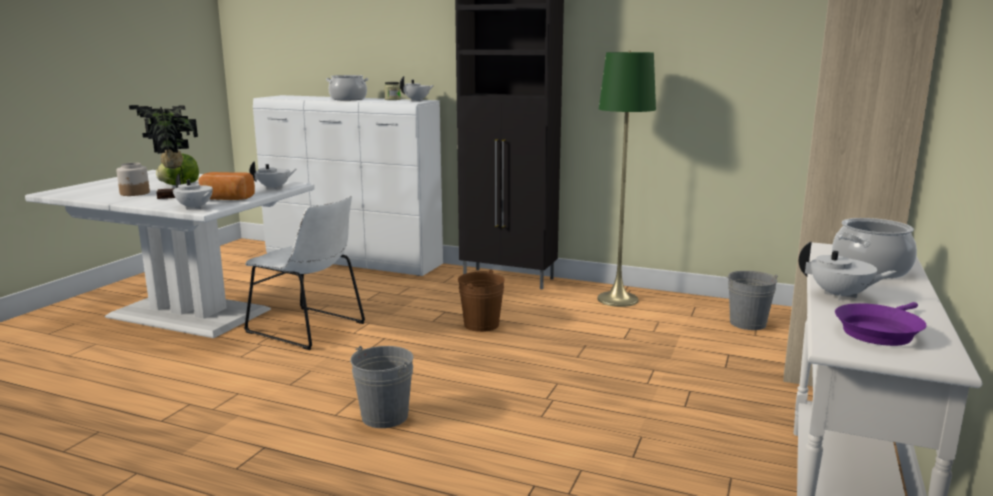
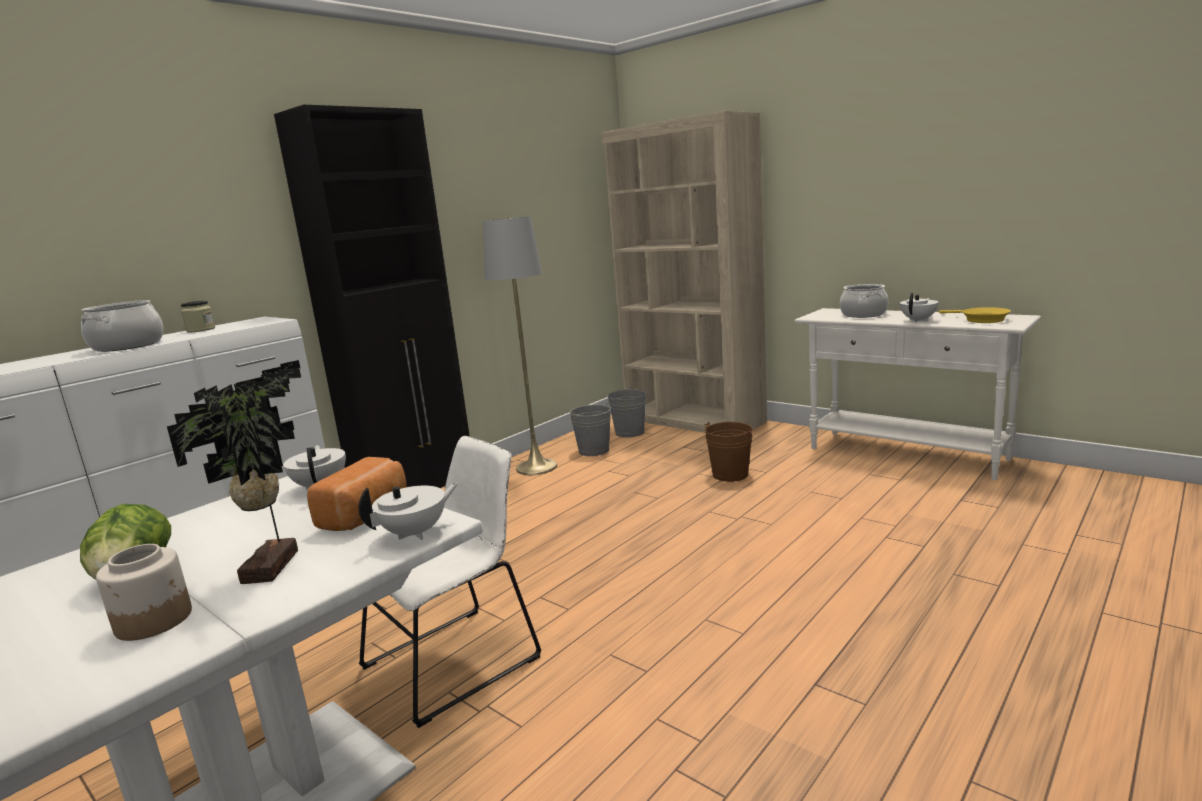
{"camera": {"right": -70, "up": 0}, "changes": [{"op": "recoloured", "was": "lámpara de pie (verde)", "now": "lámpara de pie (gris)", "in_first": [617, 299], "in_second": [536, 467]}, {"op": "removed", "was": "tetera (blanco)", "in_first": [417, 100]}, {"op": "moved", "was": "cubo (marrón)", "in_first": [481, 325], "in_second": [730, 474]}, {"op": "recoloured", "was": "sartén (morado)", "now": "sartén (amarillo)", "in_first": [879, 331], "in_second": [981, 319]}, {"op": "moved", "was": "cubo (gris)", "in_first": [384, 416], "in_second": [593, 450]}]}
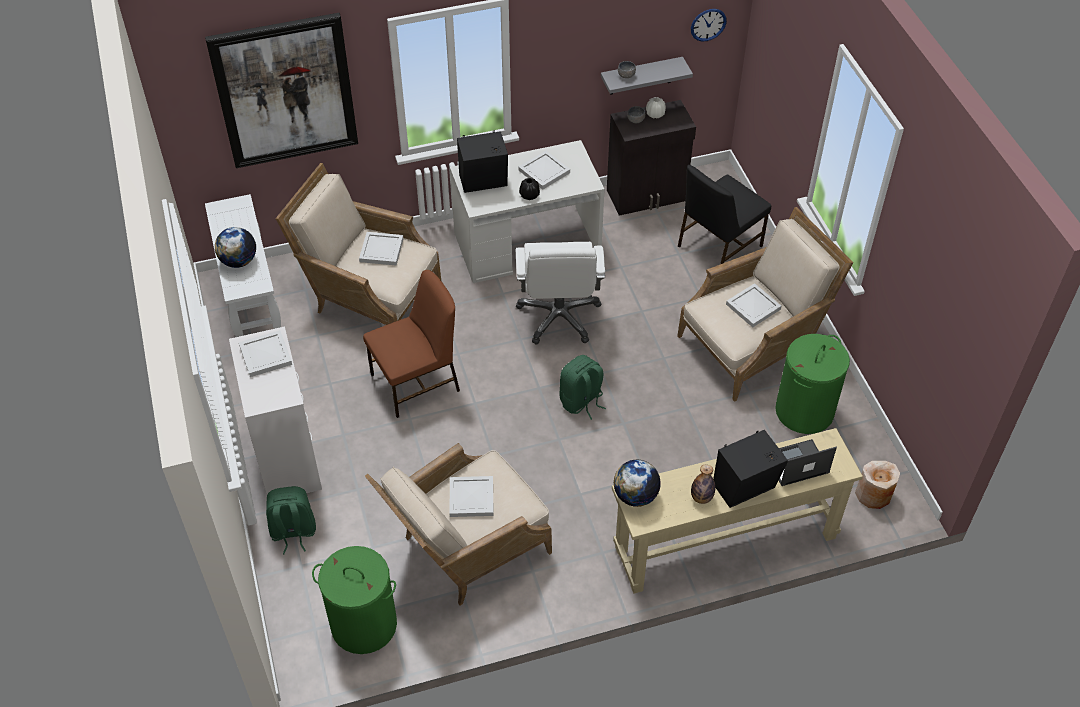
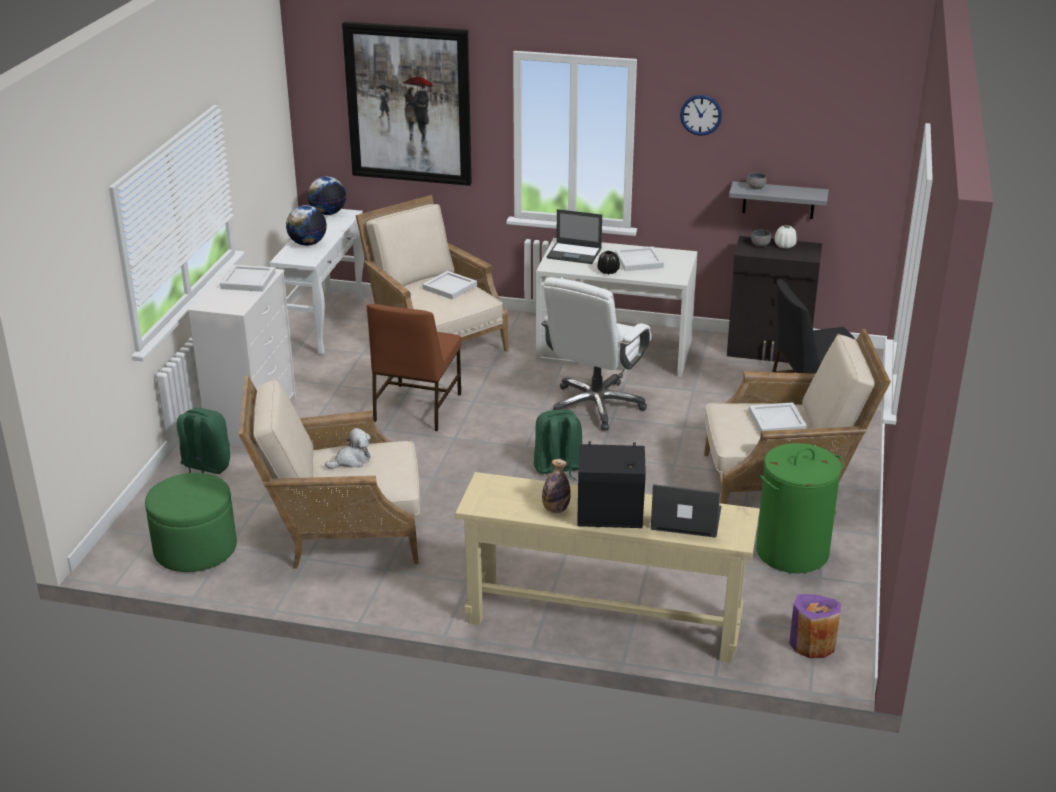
{"camera": {"right": 30, "up": -20}, "changes": [{"op": "moved", "was": "reloj de pared", "in_first": [708, 24], "in_second": [701, 115]}, {"op": "replaced", "was": "altavoz (negro)", "now": "portátil", "in_first": [484, 182], "in_second": [575, 253]}, {"op": "turned", "was": "silla (marrón)", "in_first": [417, 382], "in_second": [416, 408], "clockwise": 105}, {"op": "moved", "was": "globo terráqueo", "in_first": [635, 495], "in_second": [328, 213]}, {"op": "recoloured", "was": "florero (beis)", "now": "florero (morado)", "in_first": [873, 494], "in_second": [812, 644]}, {"op": "replaced", "was": "bandeja (blanco)", "now": "peluche", "in_first": [470, 498], "in_second": [351, 461]}, {"op": "replaced", "was": "cesto de la ropa (verde)", "now": "puf (verde)", "in_first": [363, 625], "in_second": [195, 549]}]}
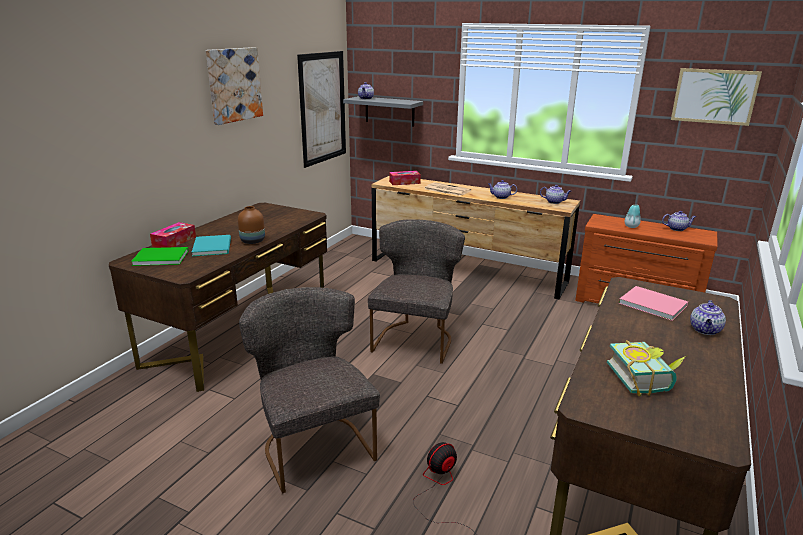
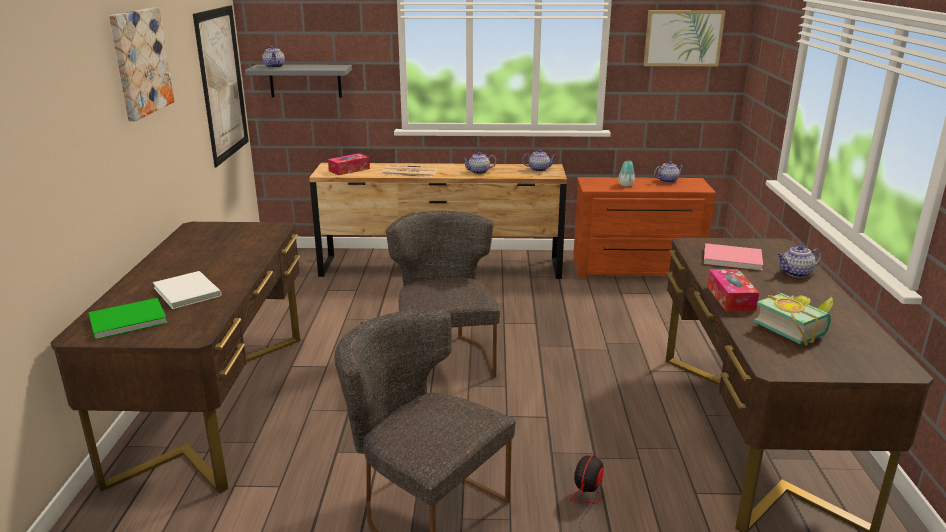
{"camera": {"right": -25, "up": 0}, "changes": [{"op": "removed", "was": "florero (marrón)", "in_first": [252, 241]}, {"op": "moved", "was": "caja de pañuelos", "in_first": [174, 241], "in_second": [730, 298]}, {"op": "recoloured", "was": "libro (turquesa)", "now": "libro (blanco)", "in_first": [213, 246], "in_second": [188, 290]}, {"op": "turned", "was": "tetera", "in_first": [705, 330], "in_second": [795, 273], "clockwise": 75}]}
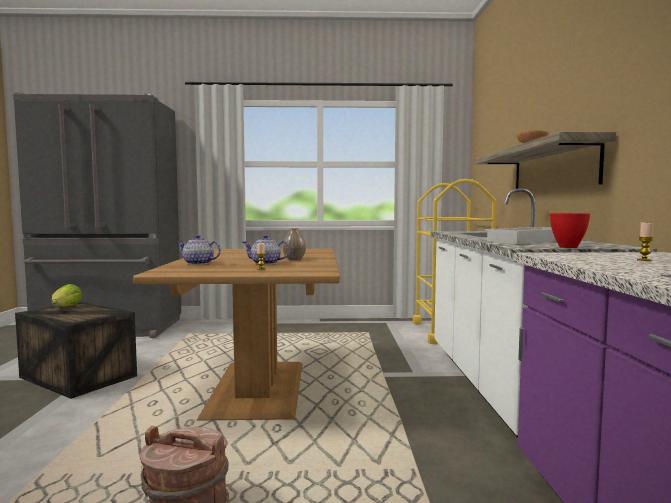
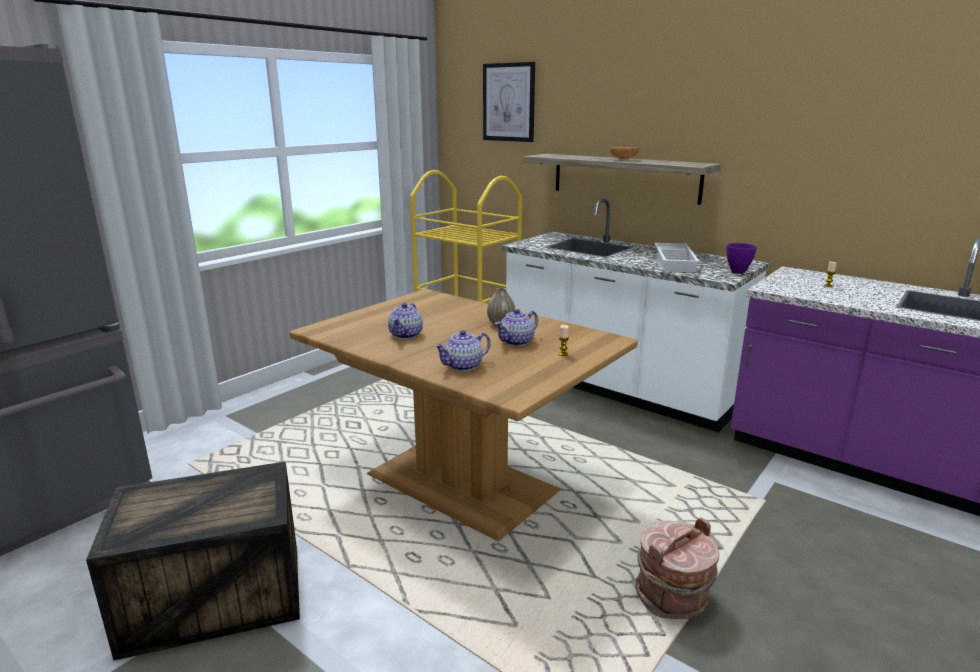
{"camera": {"right": -50, "up": 15}, "changes": [{"op": "recoloured", "was": "cuenco (rojo)", "now": "cuenco (morado)", "in_first": [567, 247], "in_second": [737, 272]}, {"op": "removed", "was": "lechuga", "in_first": [66, 308]}, {"op": "added", "now": "cuadro", "in_second": [509, 102]}, {"op": "added", "now": "tetera", "in_second": [406, 335]}]}
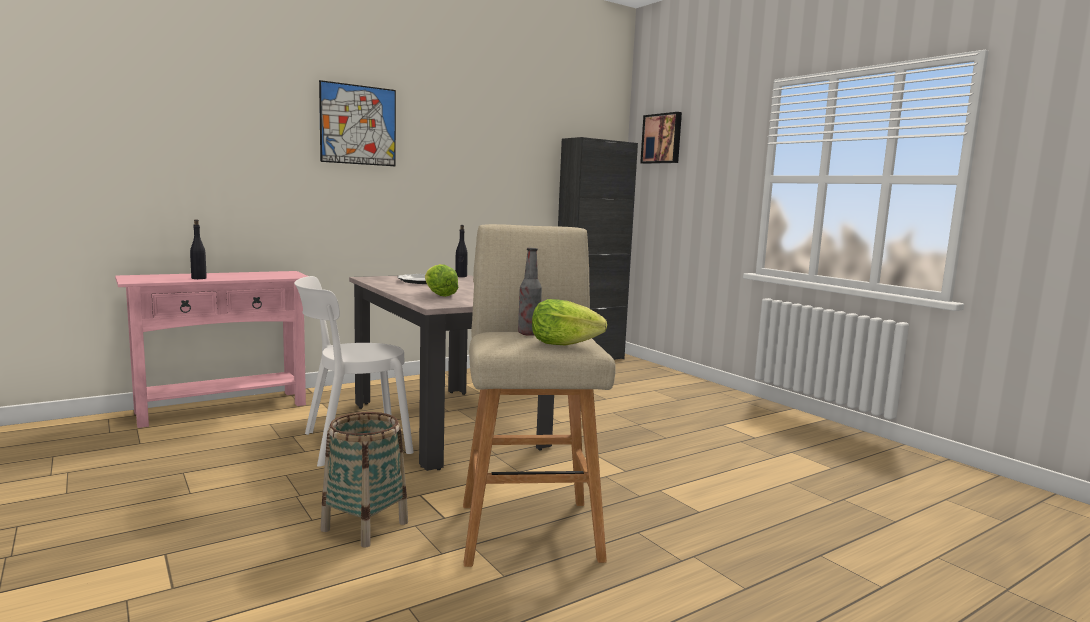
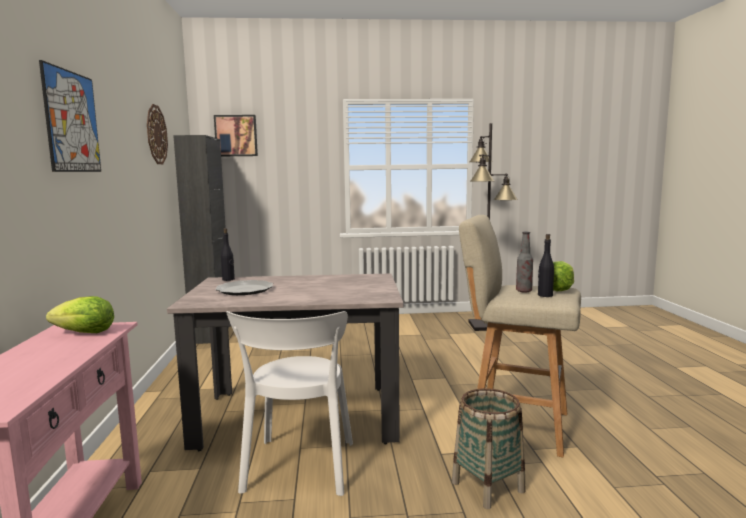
{"camera": {"right": -60, "up": 0}, "changes": [{"op": "moved", "was": "botella (negro)", "in_first": [199, 278], "in_second": [544, 295]}, {"op": "moved", "was": "lechuga", "in_first": [439, 295], "in_second": [85, 333]}, {"op": "added", "now": "reloj de pared", "in_second": [156, 134]}, {"op": "added", "now": "lámpara de pie (negro)", "in_second": [486, 326]}]}
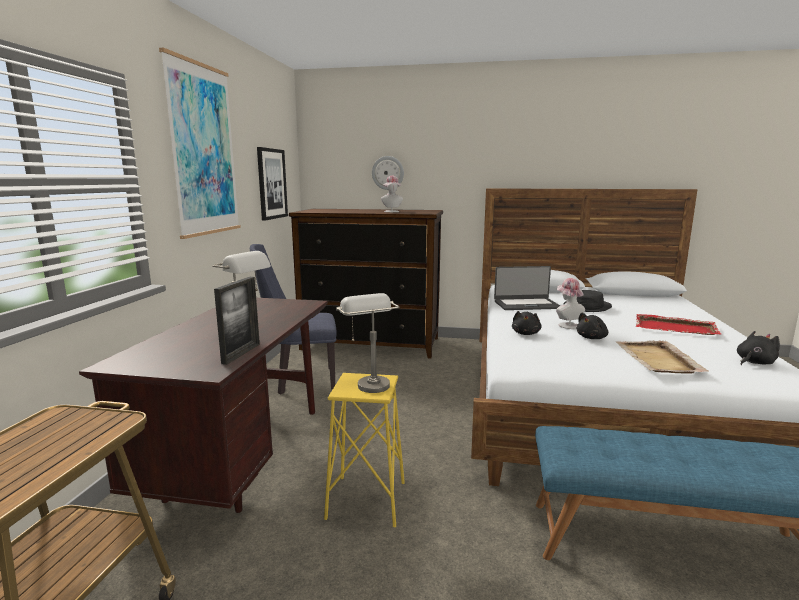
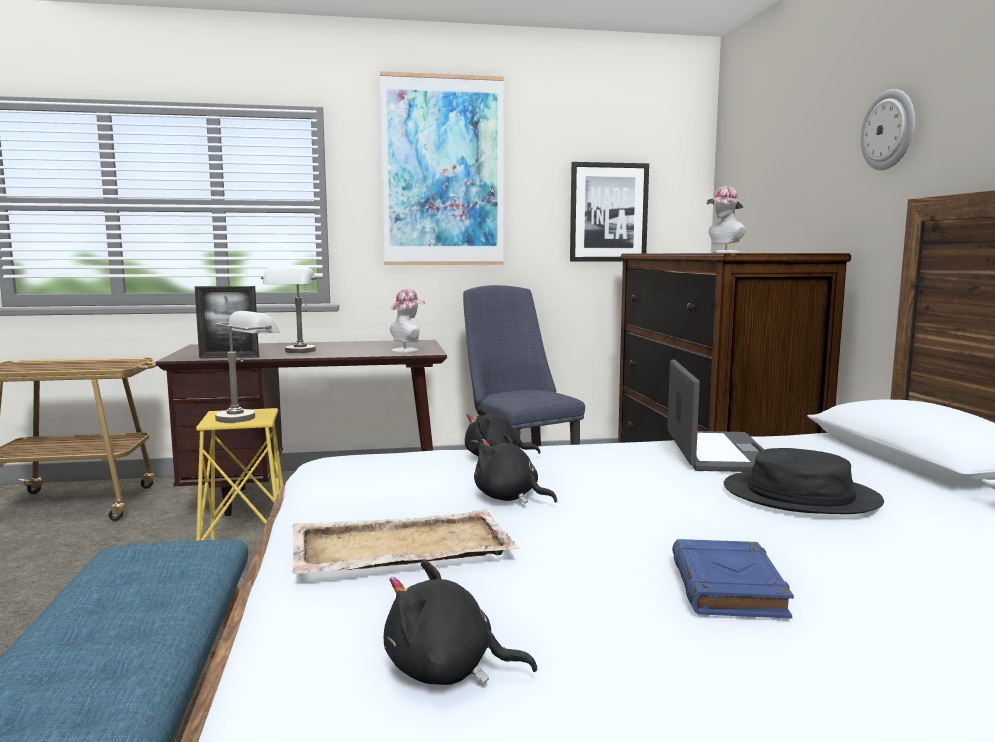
{"camera": {"right": 70, "up": -5}, "changes": [{"op": "moved", "was": "reloj de pared", "in_first": [388, 173], "in_second": [889, 130]}, {"op": "turned", "was": "portátil", "in_first": [526, 304], "in_second": [717, 452], "clockwise": -150}, {"op": "moved", "was": "sombrero", "in_first": [567, 325], "in_second": [407, 350]}, {"op": "replaced", "was": "bandeja (rojo)", "now": "libro (azul)", "in_first": [676, 328], "in_second": [728, 587]}, {"op": "turned", "was": "peluche (negro)", "in_first": [754, 362], "in_second": [447, 671], "clockwise": 150}]}
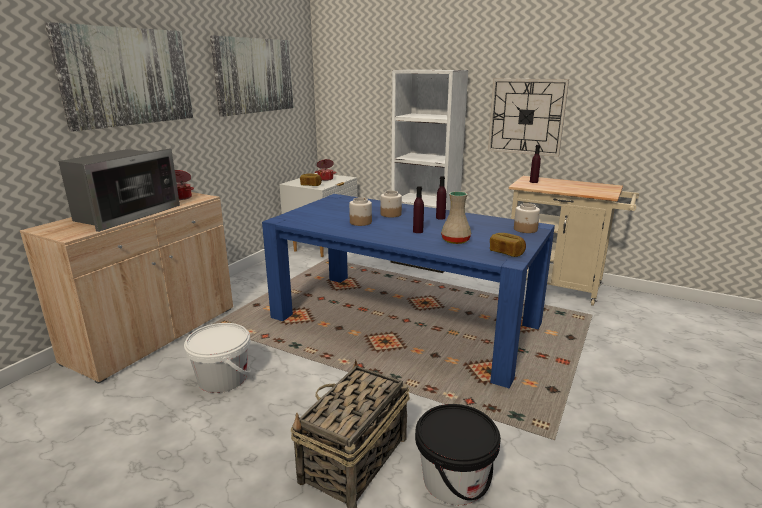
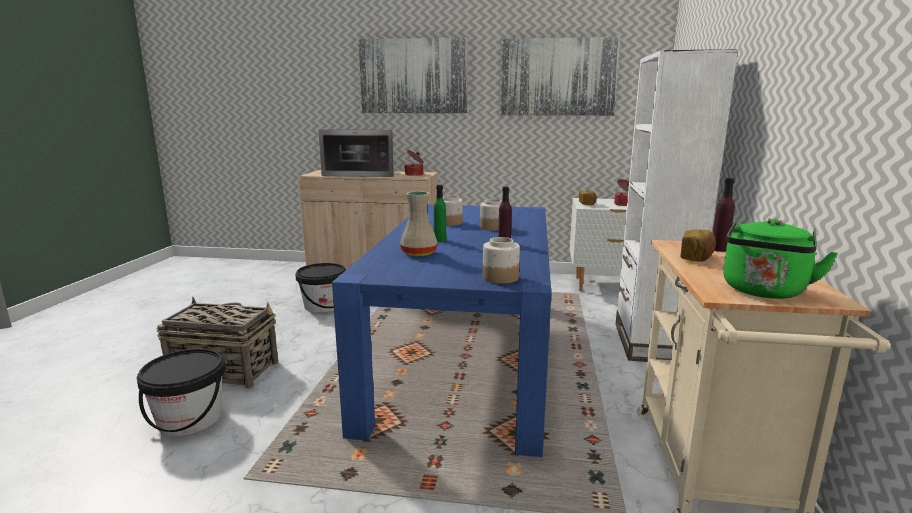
{"camera": {"right": 70, "up": -5}, "changes": [{"op": "removed", "was": "reloj de pared", "in_first": [526, 117]}, {"op": "recoloured", "was": "botella (morado)", "now": "botella (verde)", "in_first": [418, 231], "in_second": [440, 240]}, {"op": "moved", "was": "pan", "in_first": [506, 253], "in_second": [696, 258]}, {"op": "recoloured", "was": "cubo (blanco)", "now": "cubo (negro)", "in_first": [223, 378], "in_second": [323, 306]}, {"op": "added", "now": "hervidor (verde)", "in_second": [763, 292]}]}
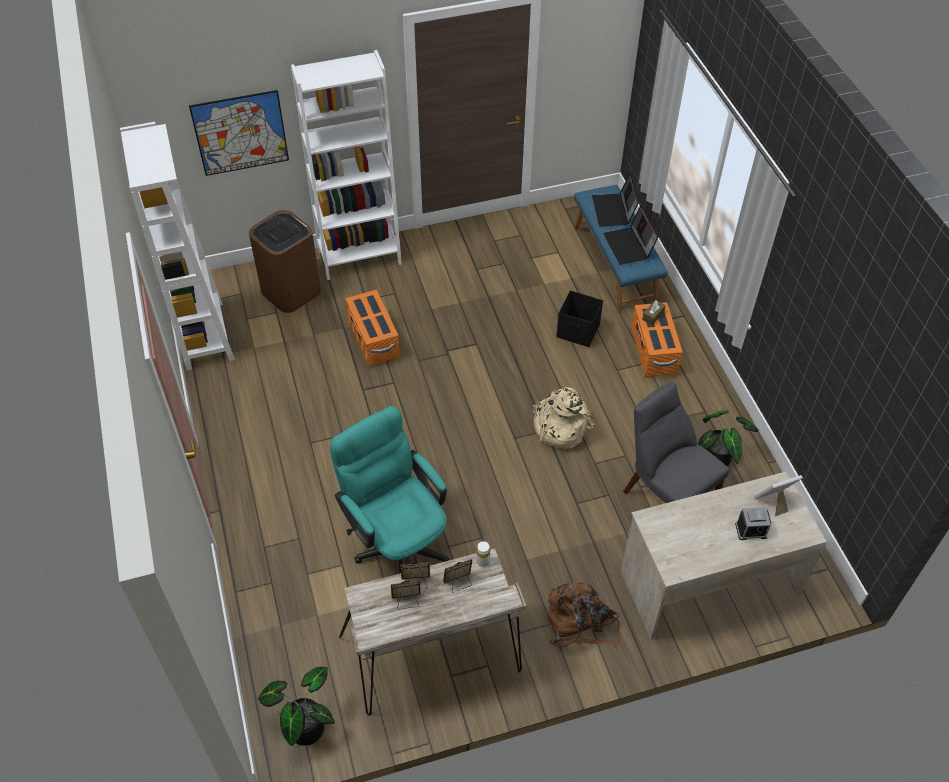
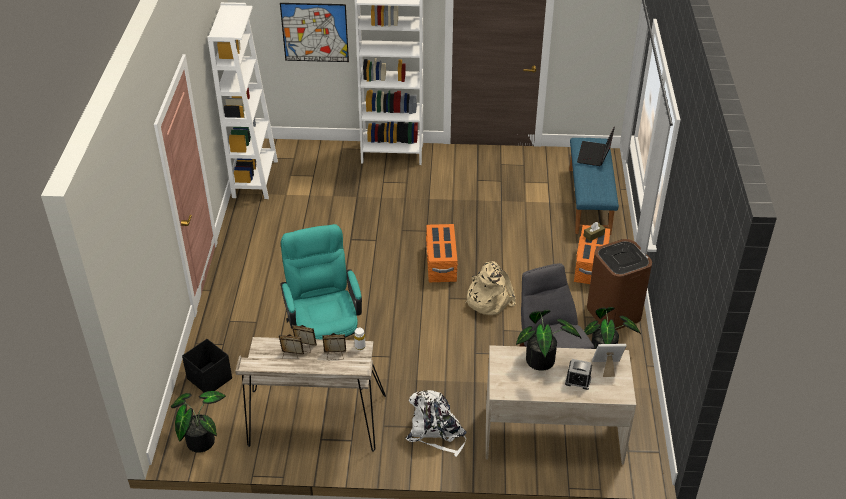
{"camera": {"right": 20, "up": -10}, "changes": [{"op": "removed", "was": "portátil", "in_first": [629, 246]}, {"op": "moved", "was": "papelera (marrón)", "in_first": [291, 290], "in_second": [614, 312]}, {"op": "moved", "was": "caja de almacenaje (naranja)", "in_first": [373, 340], "in_second": [441, 264]}, {"op": "moved", "was": "caja de almacenaje (negro)", "in_first": [578, 331], "in_second": [209, 379]}, {"op": "recoloured", "was": "mochila (marrón)", "now": "mochila (blanco)", "in_first": [580, 622], "in_second": [436, 432]}, {"op": "added", "now": "planta en maceta", "in_second": [543, 361]}]}
